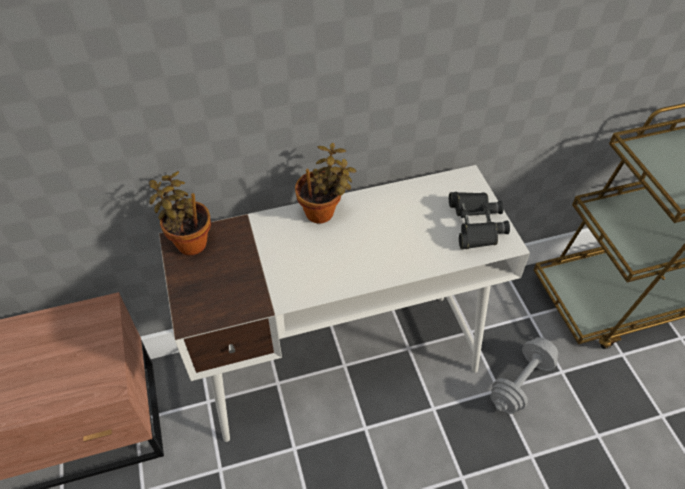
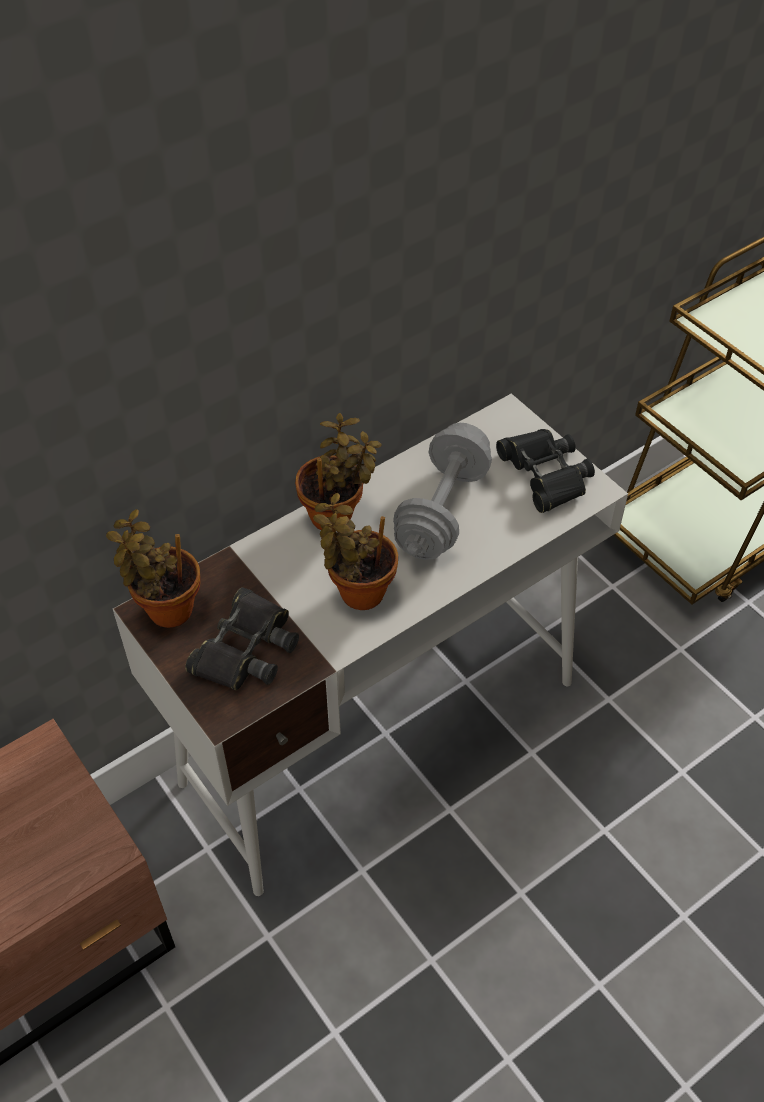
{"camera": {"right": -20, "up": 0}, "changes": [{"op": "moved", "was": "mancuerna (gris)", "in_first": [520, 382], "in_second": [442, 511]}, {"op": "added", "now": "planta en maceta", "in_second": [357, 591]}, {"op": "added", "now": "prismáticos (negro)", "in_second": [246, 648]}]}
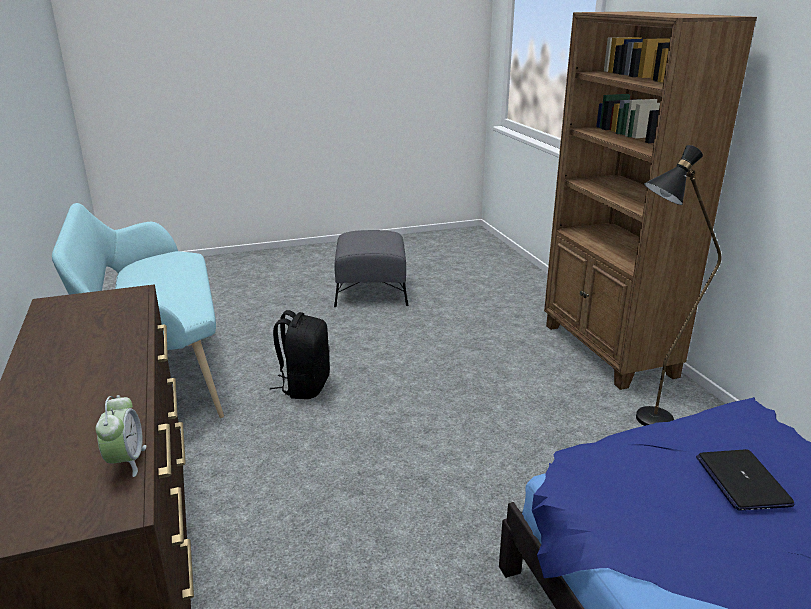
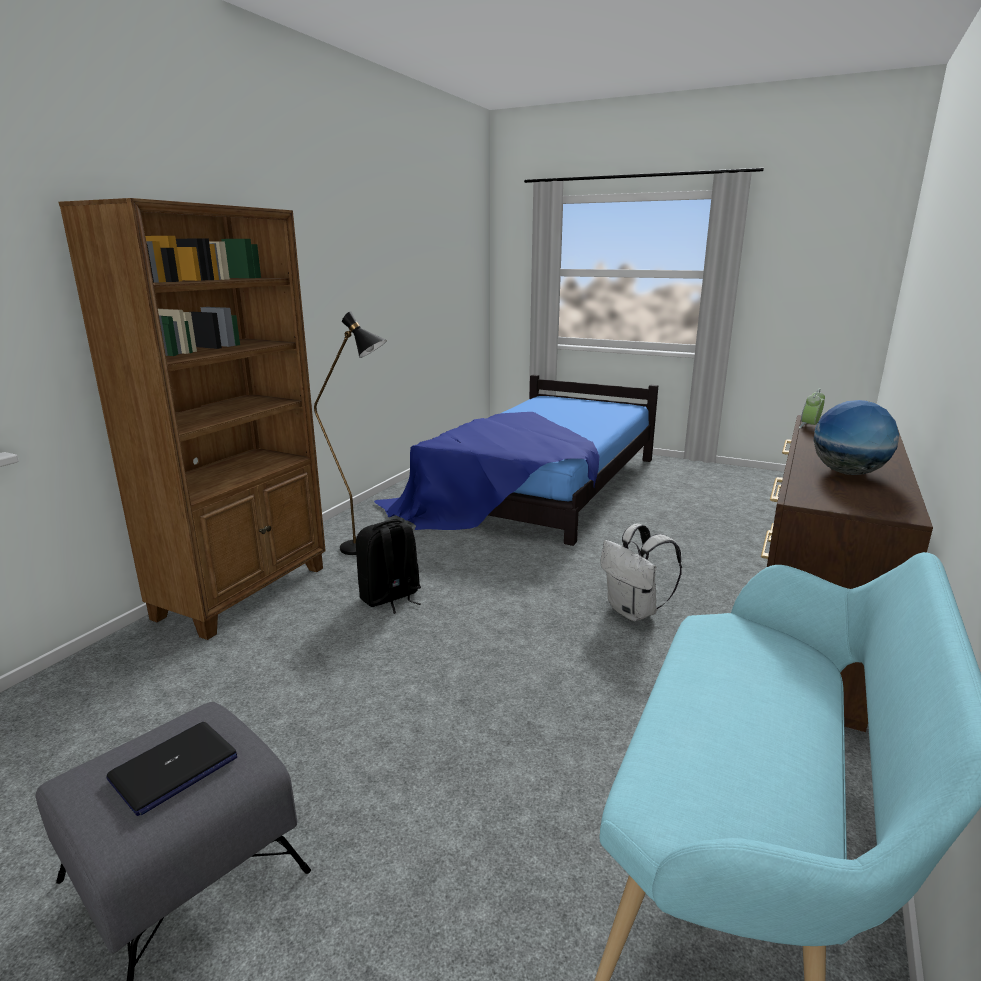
{"camera": {"right": -135, "up": -5}, "changes": [{"op": "moved", "was": "mochila (negro)", "in_first": [304, 386], "in_second": [390, 597]}, {"op": "moved", "was": "portátil", "in_first": [741, 481], "in_second": [174, 769]}, {"op": "added", "now": "globo terráqueo", "in_second": [847, 473]}, {"op": "added", "now": "mochila (blanco)", "in_second": [634, 612]}]}
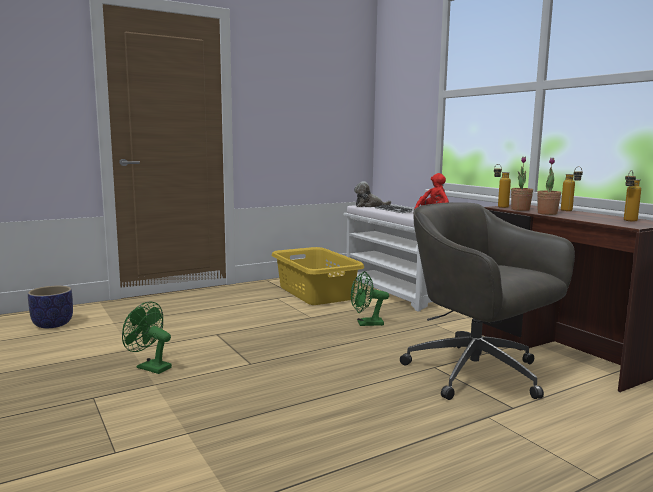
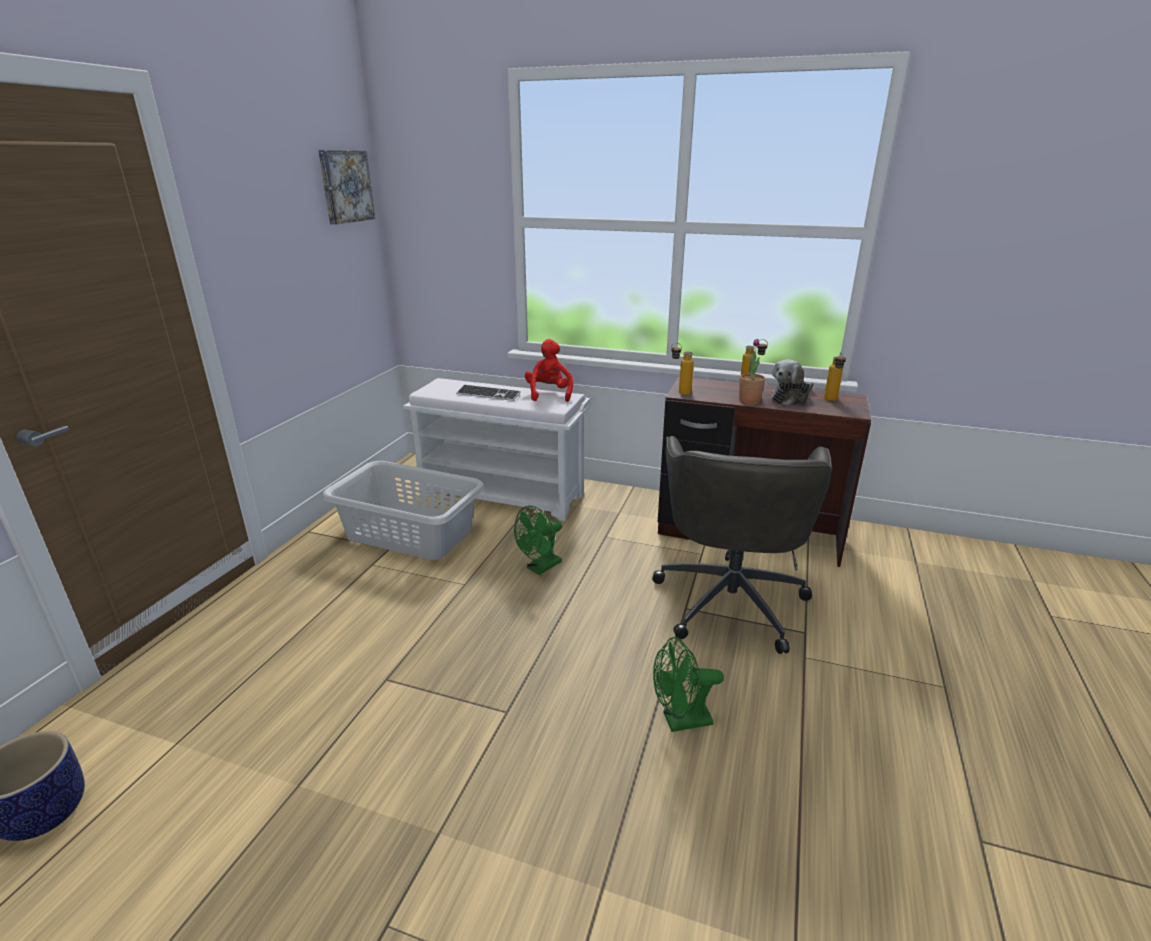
{"camera": {"right": -40, "up": 15}, "changes": [{"op": "removed", "was": "planta en maceta", "in_first": [520, 209]}, {"op": "moved", "was": "peluche", "in_first": [369, 206], "in_second": [790, 398]}, {"op": "turned", "was": "silla de oficina (gris)", "in_first": [478, 374], "in_second": [730, 599], "clockwise": -90}, {"op": "recoloured", "was": "cesto de la ropa (amarillo)", "now": "cesto de la ropa (gris)", "in_first": [316, 293], "in_second": [410, 532]}, {"op": "moved", "was": "ventilador (verde)", "in_first": [149, 367], "in_second": [680, 721]}, {"op": "added", "now": "cuadro", "in_second": [345, 186]}]}
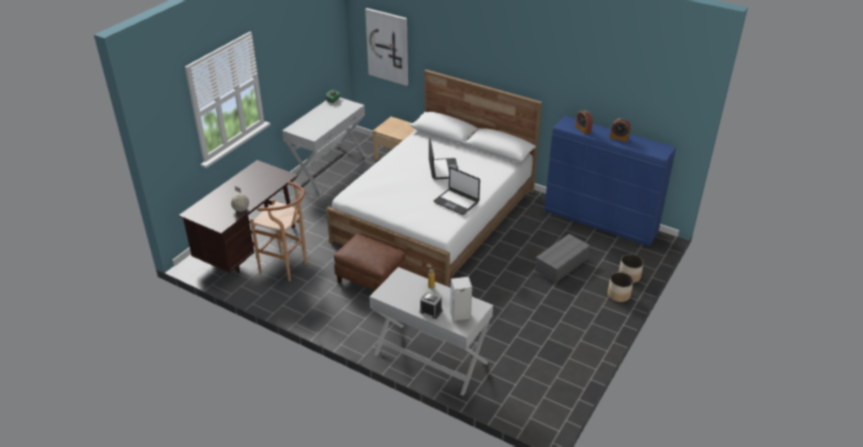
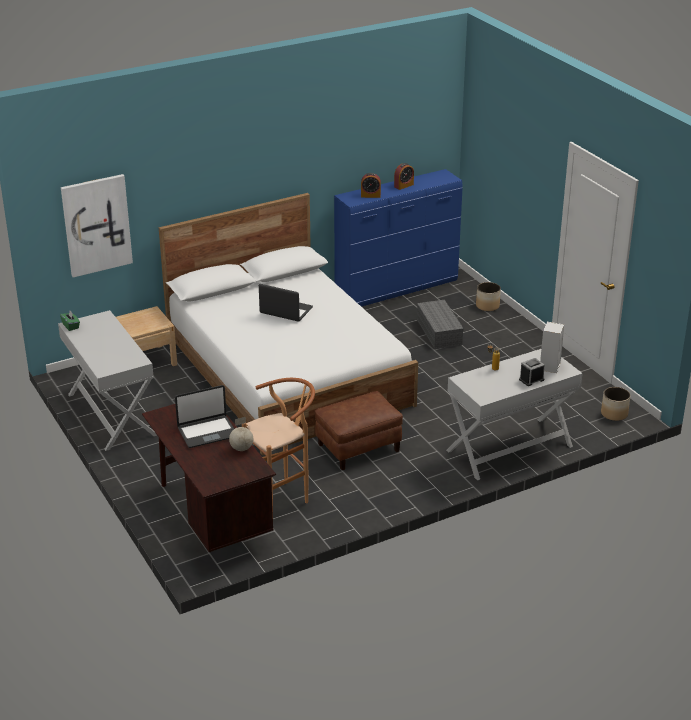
{"camera": {"right": -60, "up": -5}, "changes": [{"op": "moved", "was": "portátil", "in_first": [456, 202], "in_second": [207, 432]}, {"op": "moved", "was": "maceta", "in_first": [619, 295], "in_second": [614, 414]}]}
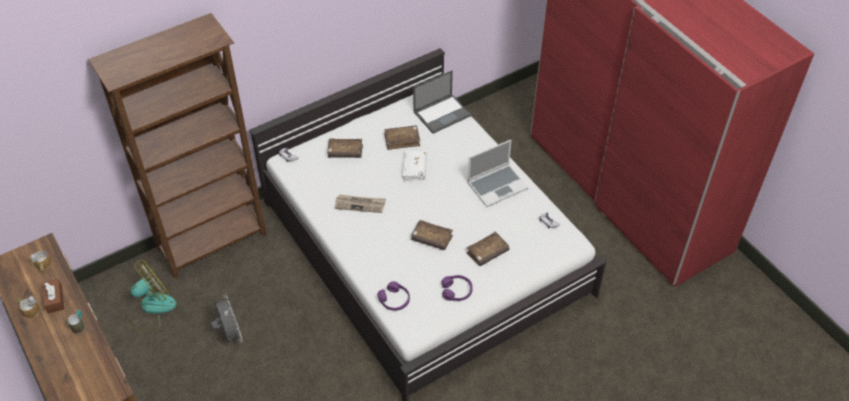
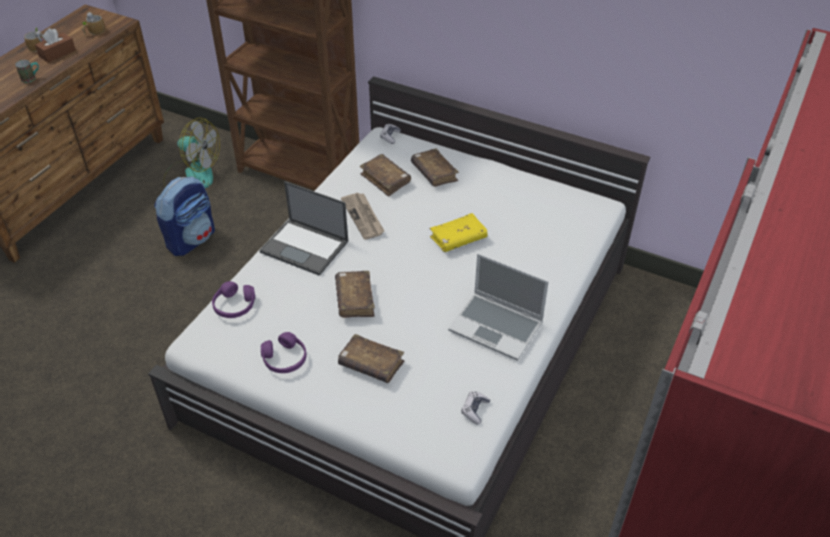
{"camera": {"right": 60, "up": -5}, "changes": [{"op": "moved", "was": "portátil", "in_first": [442, 113], "in_second": [305, 247]}, {"op": "moved", "was": "libro (marrón)", "in_first": [402, 140], "in_second": [385, 179]}, {"op": "recoloured", "was": "libro (blanco)", "now": "libro (amarillo)", "in_first": [414, 169], "in_second": [458, 238]}, {"op": "replaced", "was": "ventilador (gris)", "now": "mochila", "in_first": [230, 334], "in_second": [191, 239]}]}
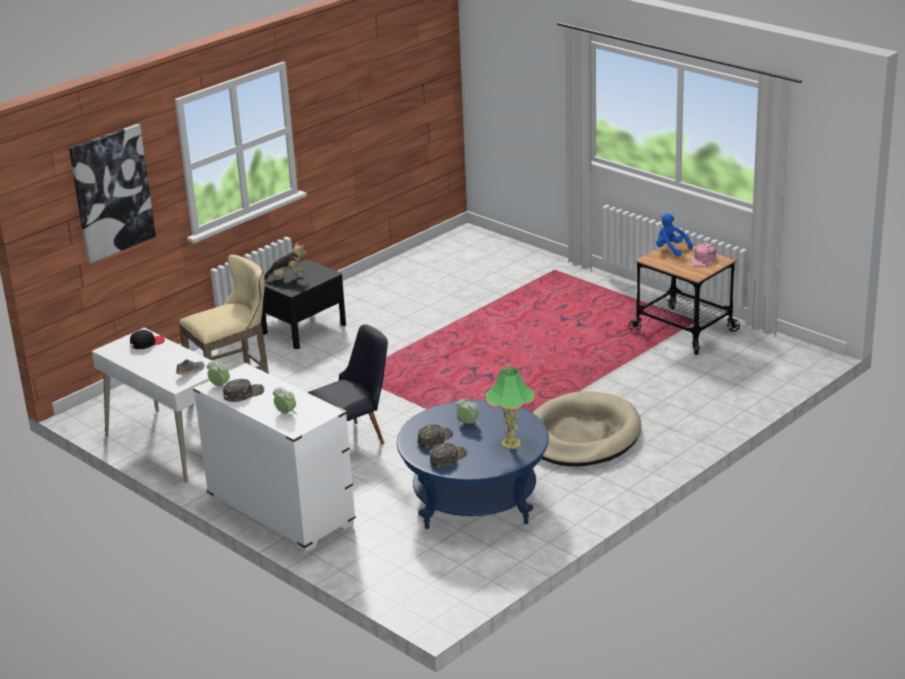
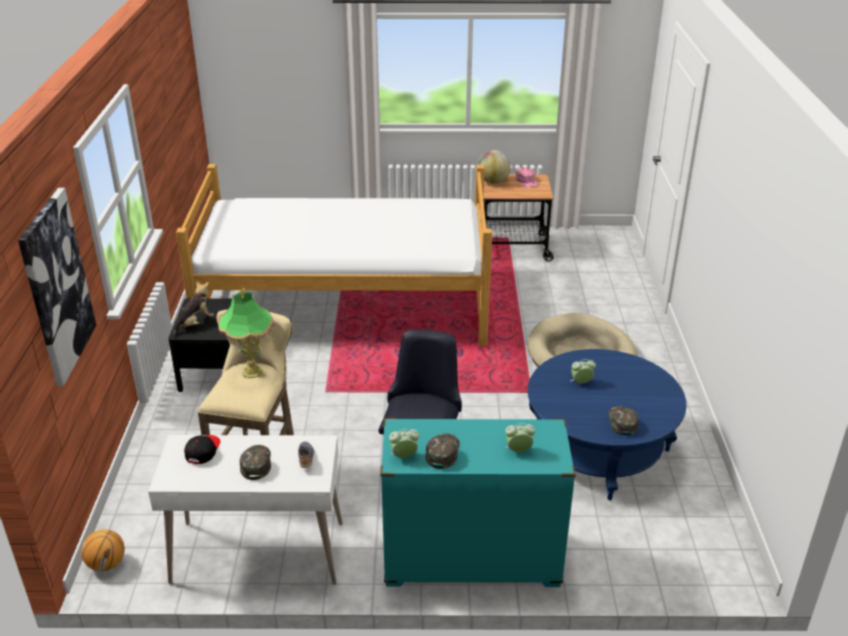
{"camera": {"right": -45, "up": 5}, "changes": [{"op": "replaced", "was": "peluche (azul)", "now": "globo terráqueo", "in_first": [671, 249], "in_second": [493, 182]}, {"op": "recoloured", "was": "cómoda (blanco)", "now": "cómoda (turquesa)", "in_first": [280, 511], "in_second": [471, 559]}, {"op": "moved", "was": "lámpara de mesa", "in_first": [511, 443], "in_second": [252, 372]}, {"op": "moved", "was": "gorra (verde)", "in_first": [434, 438], "in_second": [255, 463]}, {"op": "added", "now": "cama", "in_second": [345, 304]}, {"op": "added", "now": "balón de baloncesto", "in_second": [107, 564]}]}
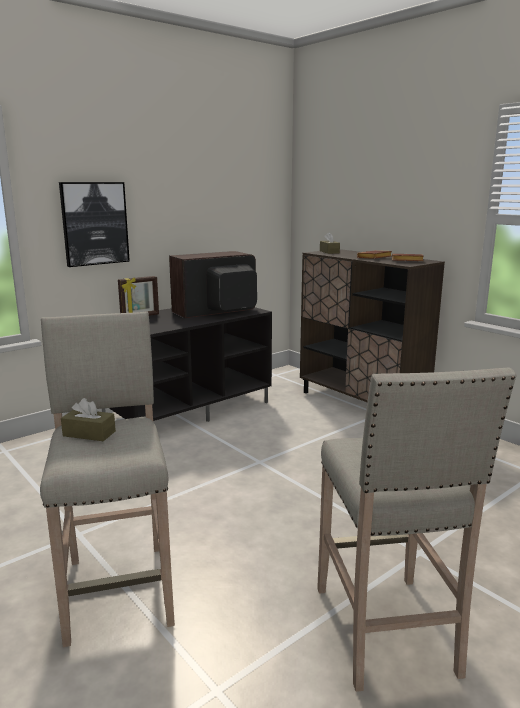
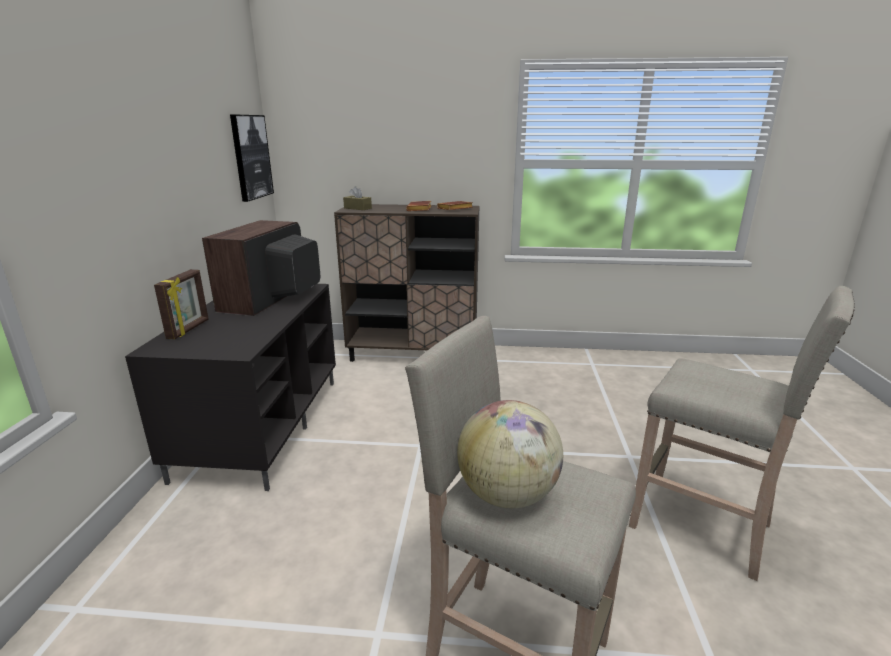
{"camera": {"right": -45, "up": 5}, "changes": [{"op": "moved", "was": "cuadro", "in_first": [94, 223], "in_second": [251, 157]}, {"op": "replaced", "was": "caja de pañuelos (marrón)", "now": "globo terráqueo", "in_first": [89, 433], "in_second": [507, 494]}]}
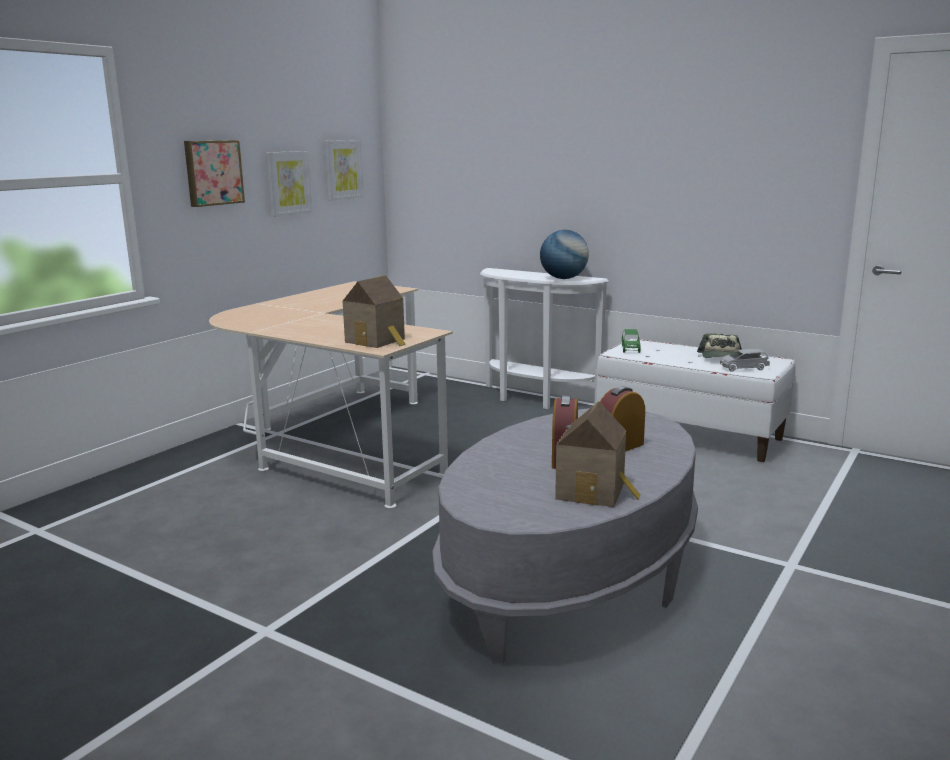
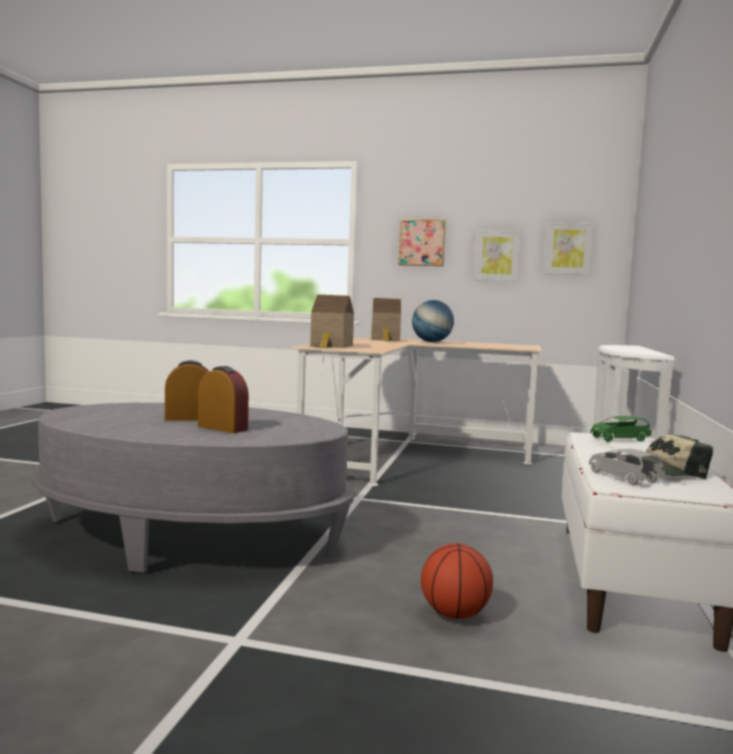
{"camera": {"right": 70, "up": -10}, "changes": [{"op": "moved", "was": "globo terráqueo", "in_first": [563, 278], "in_second": [432, 342]}, {"op": "moved", "was": "casita", "in_first": [594, 491], "in_second": [385, 339]}, {"op": "added", "now": "balón de baloncesto", "in_second": [454, 614]}]}
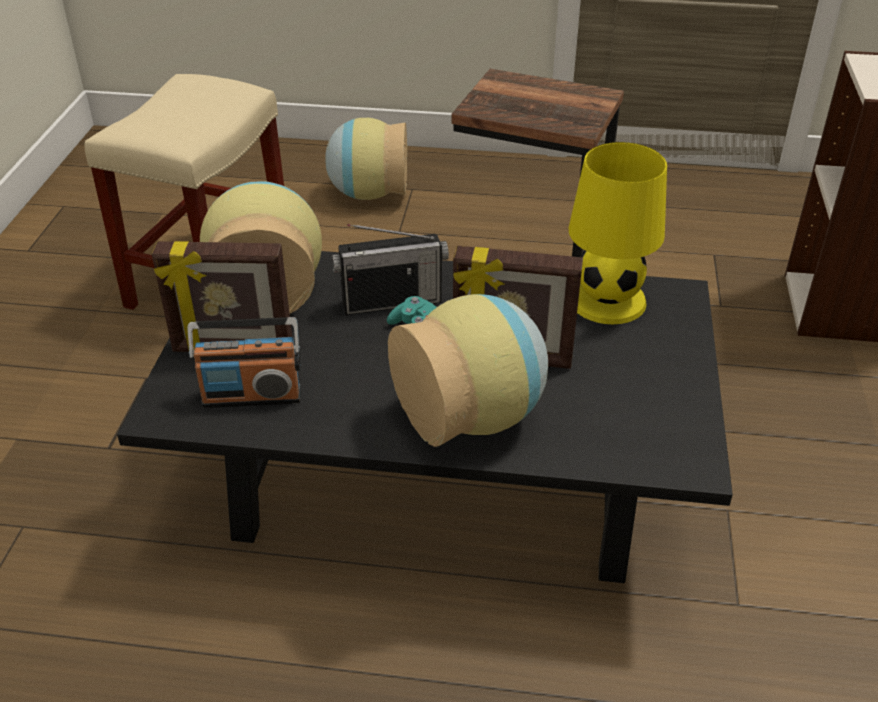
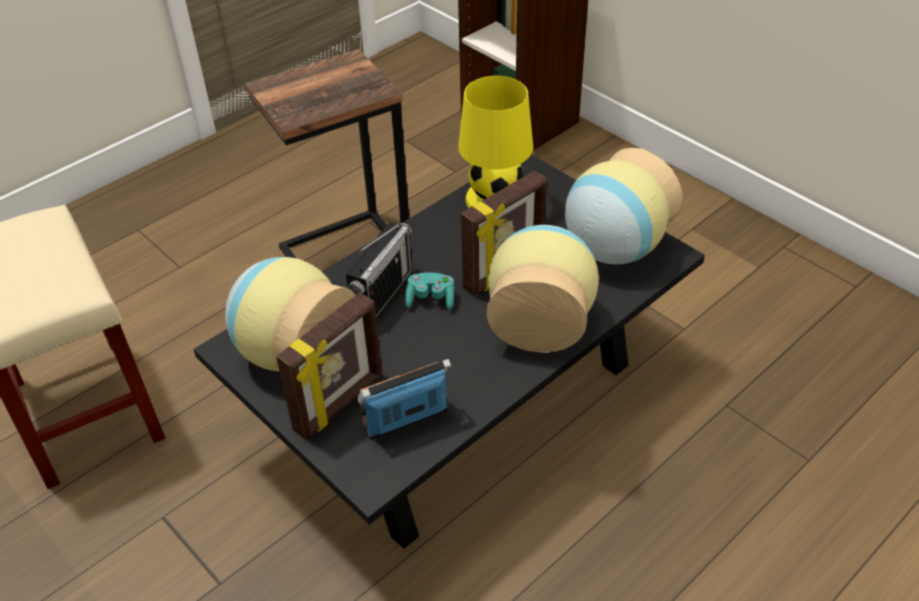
{"camera": {"right": -50, "up": 5}, "changes": [{"op": "moved", "was": "florero", "in_first": [368, 193], "in_second": [612, 249]}, {"op": "turned", "was": "radio", "in_first": [252, 396], "in_second": [406, 418], "clockwise": -150}]}
